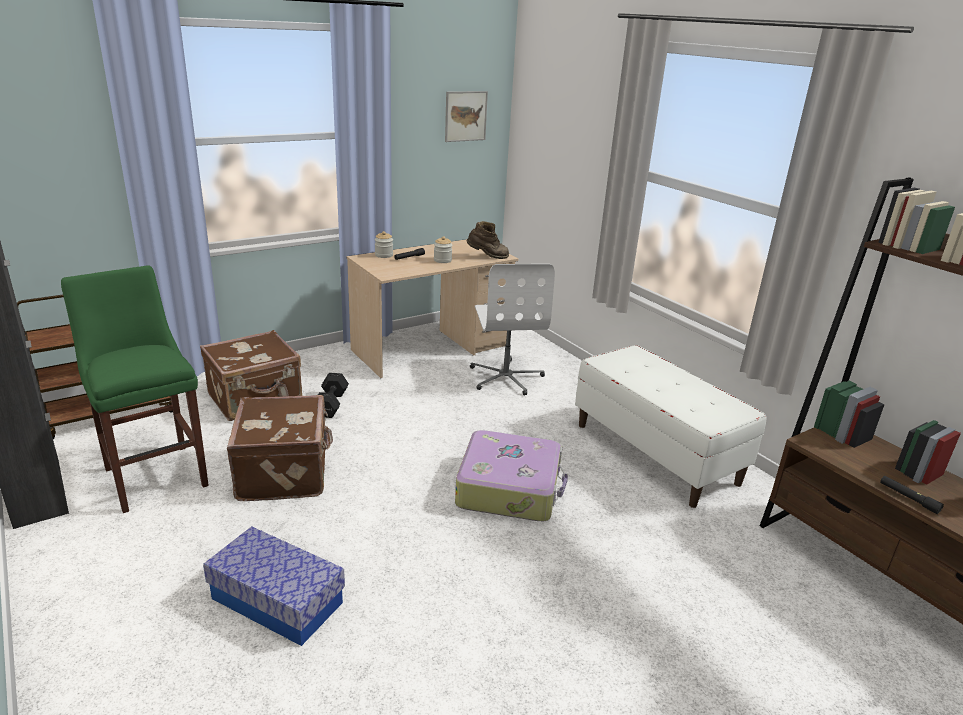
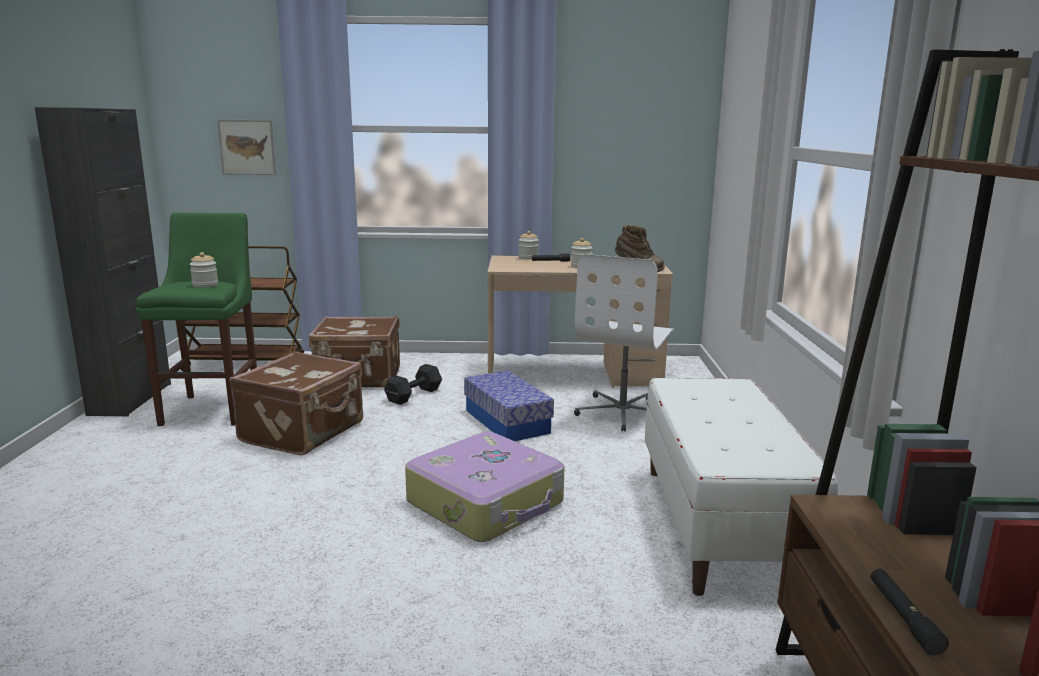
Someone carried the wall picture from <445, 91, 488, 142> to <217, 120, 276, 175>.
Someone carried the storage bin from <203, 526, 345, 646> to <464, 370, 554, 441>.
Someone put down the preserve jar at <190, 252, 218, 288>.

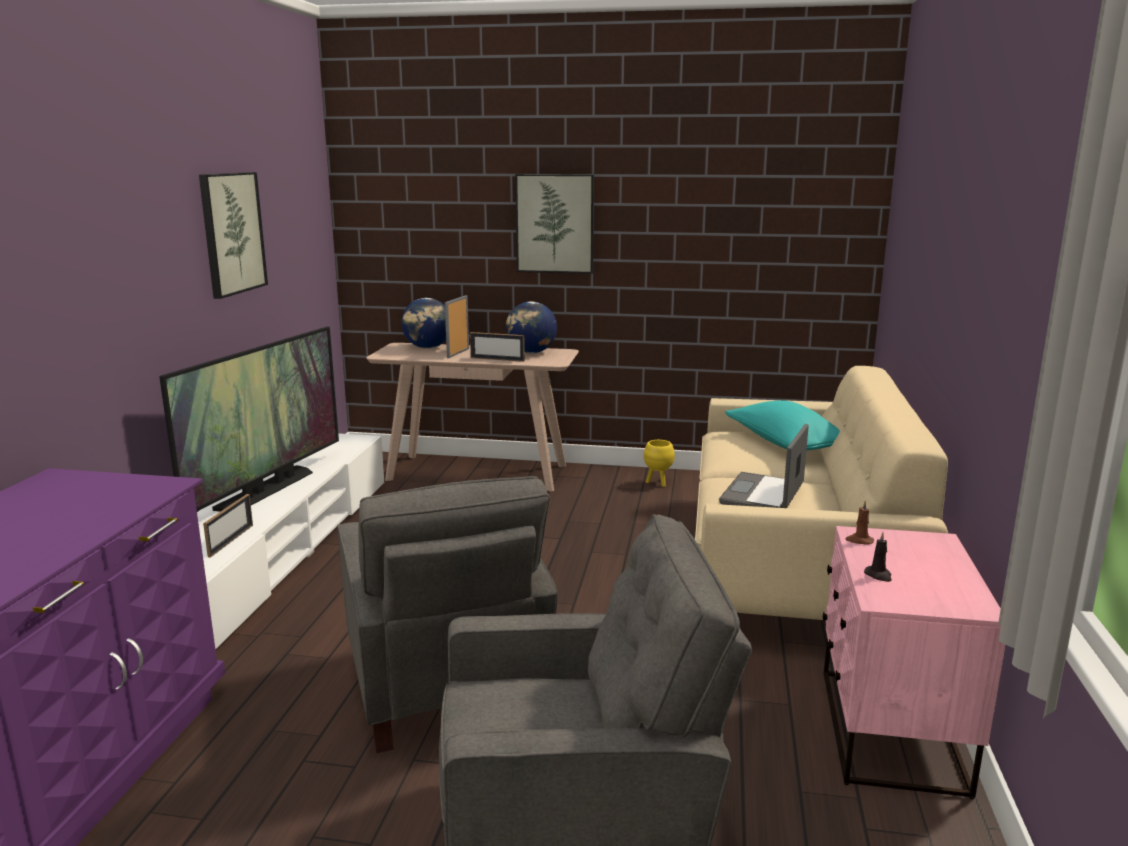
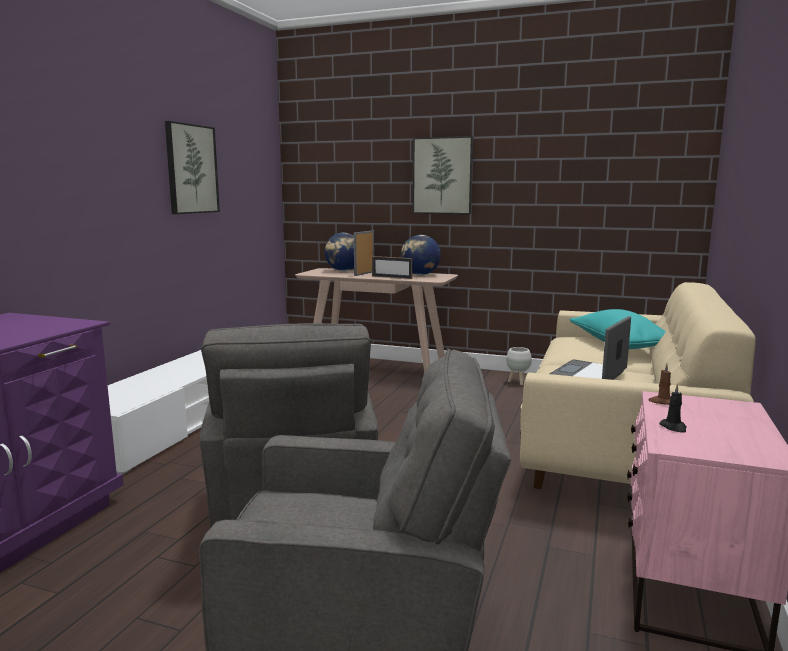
Someone took away the TV at <159, 327, 339, 512>.
Someone repainted the flower pot/yellow at <644, 440, 675, 487>, which became the flower pot/white at <506, 347, 532, 385>.
Someone took away the picture frame at <203, 494, 253, 558>.

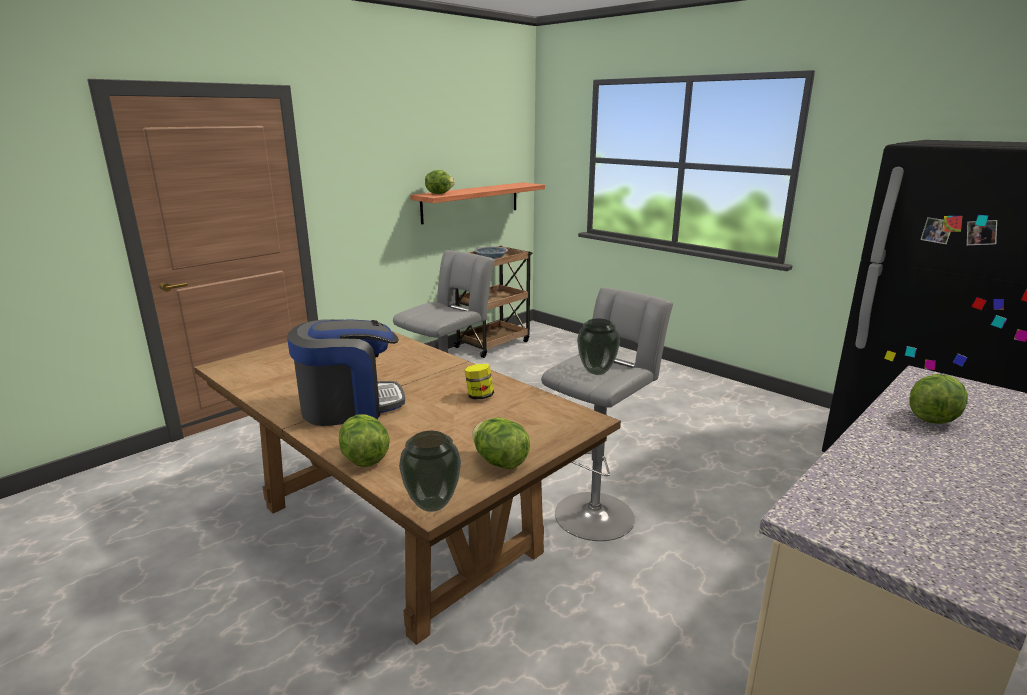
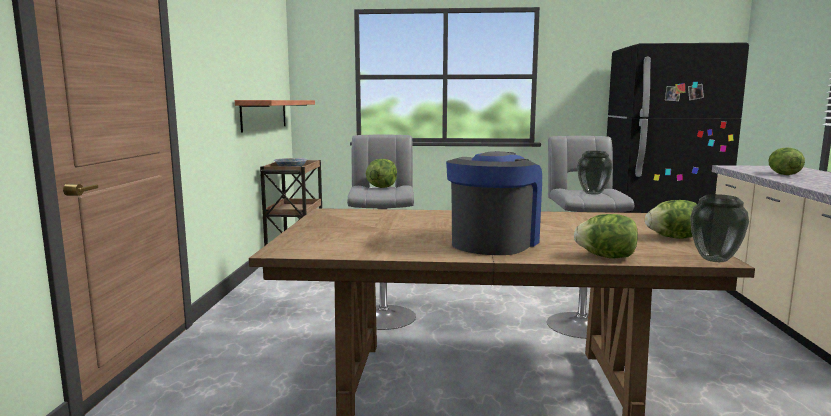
Someone carried the head of lettuce from <425, 170, 455, 194> to <366, 159, 397, 188>.
Someone took away the preserve jar at <464, 364, 494, 400>.

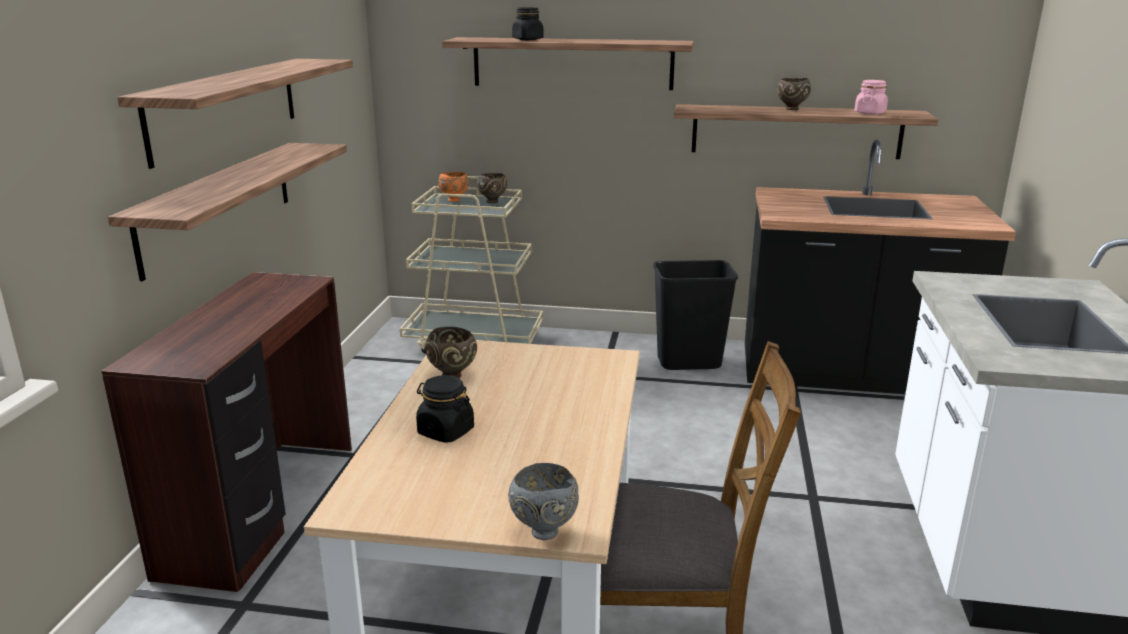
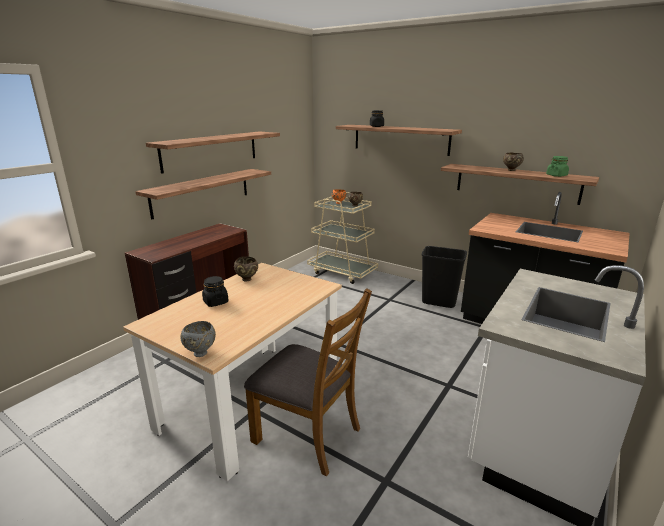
Someone repainted the preserve jar/pink-coloured at <854, 80, 888, 115>, which became the preserve jar/green at <546, 156, 569, 177>.

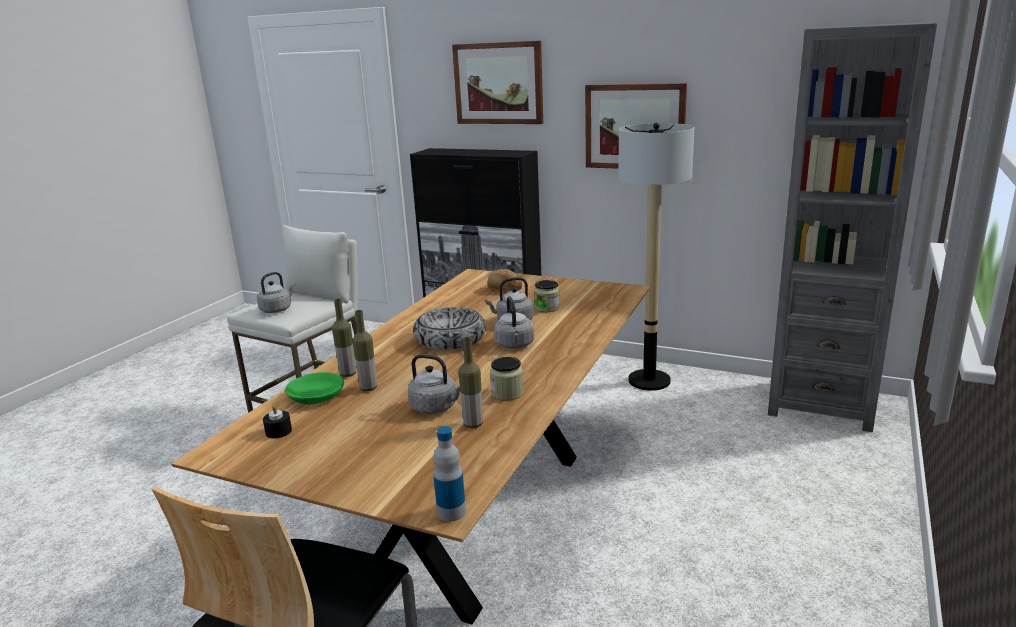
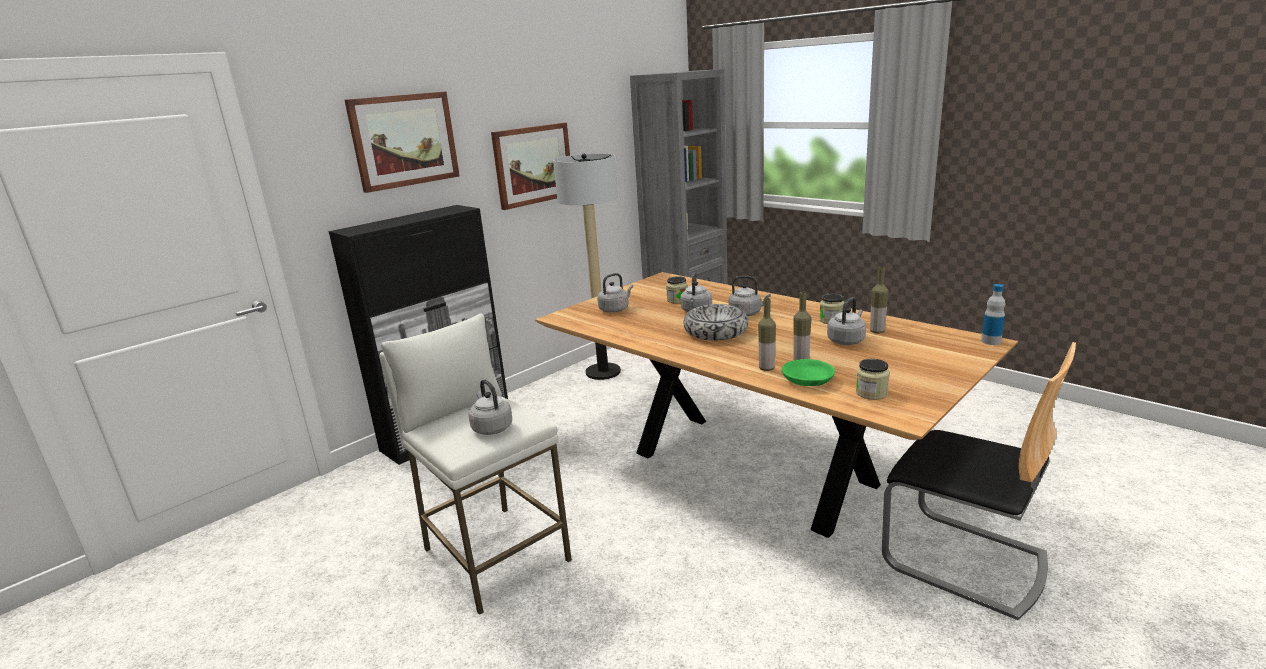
Someone swapped the bread at <487, 269, 522, 291> for the tea kettle/gray at <597, 273, 633, 313>.
Someone swapped the wax candle/blackish at <263, 405, 292, 438> for the preserve jar at <856, 359, 890, 400>.

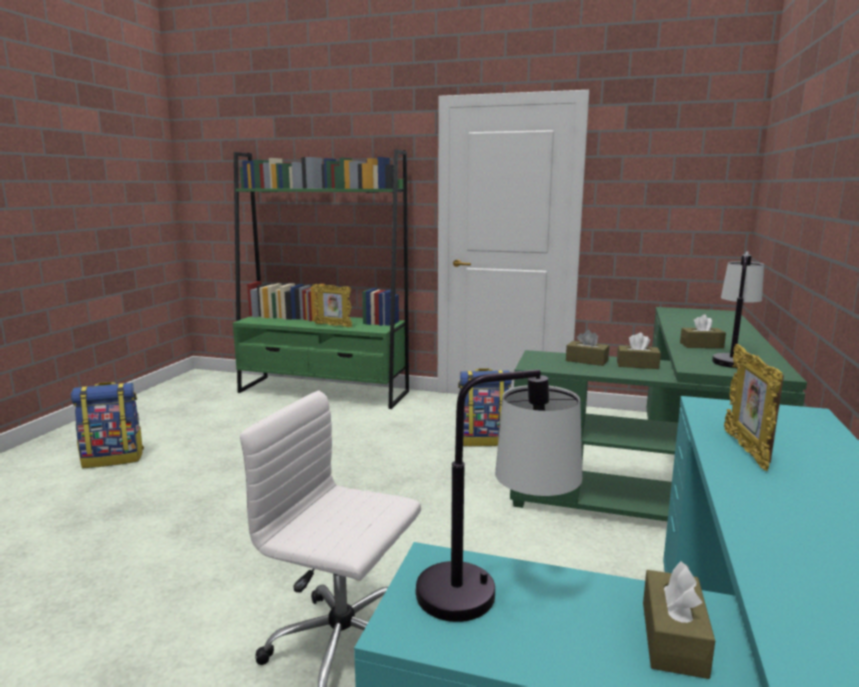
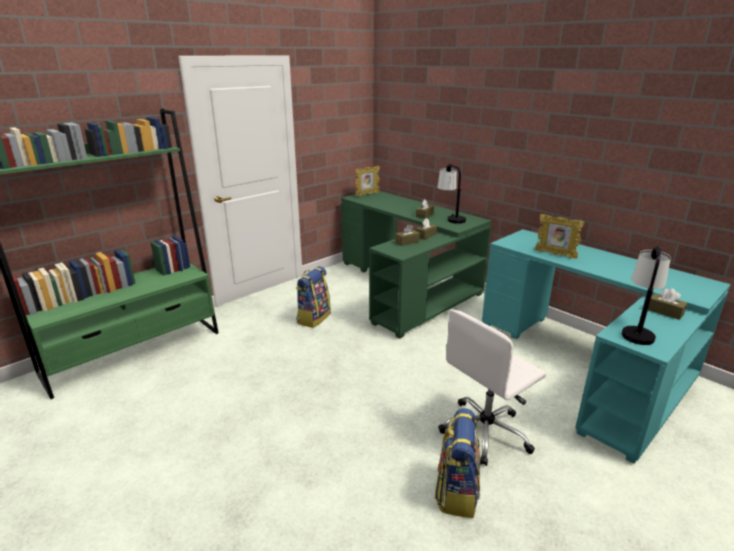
Someone carried the picture frame from <313, 284, 352, 327> to <355, 166, 380, 197>.
Someone carried the knapsack from <71, 382, 144, 468> to <435, 408, 480, 518>.

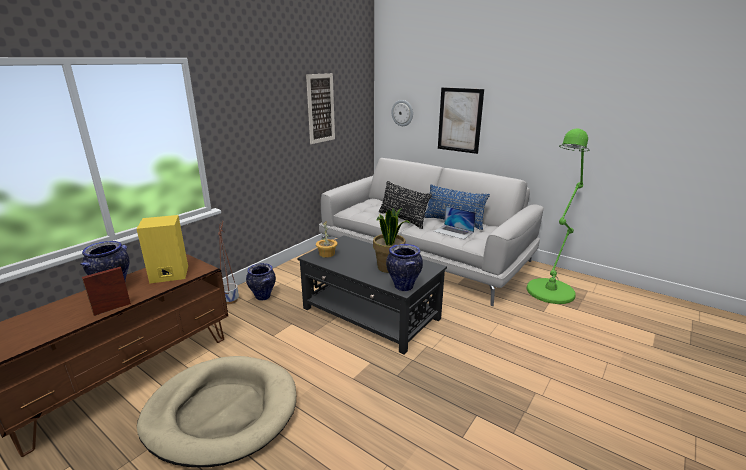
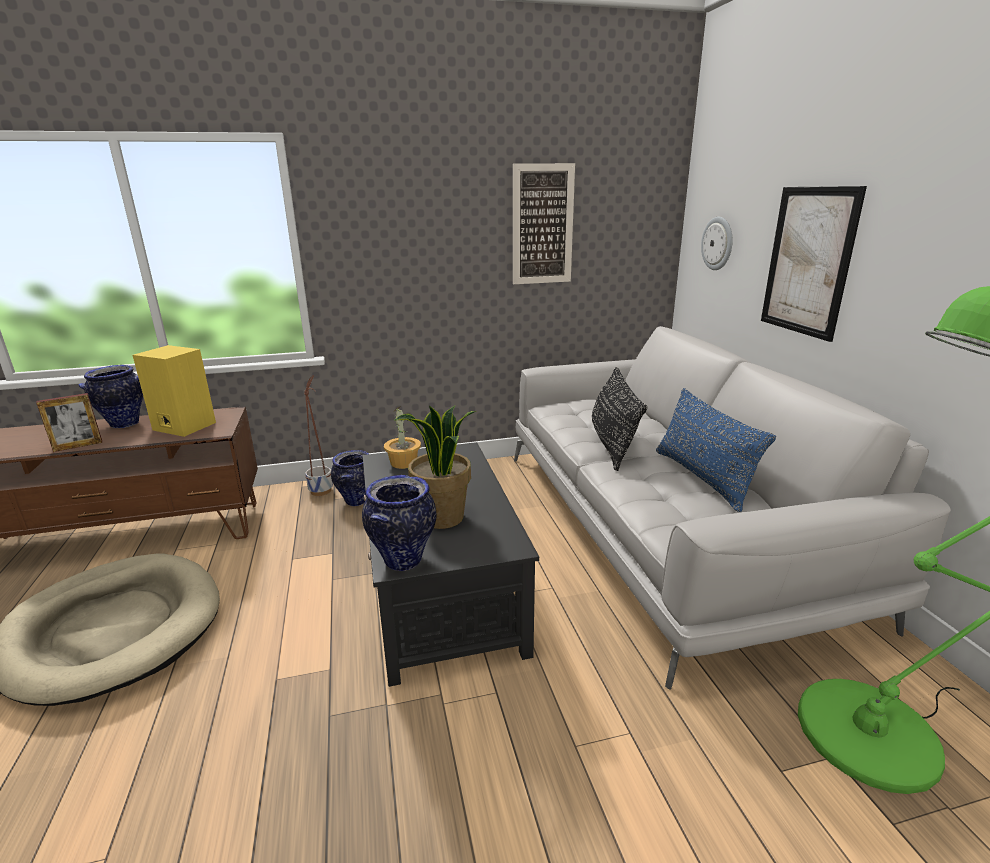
Someone took away the portable computer at <434, 206, 476, 239>.
Someone rotated the picture frame at <82, 267, 131, 316> by 150 degrees clockwise.

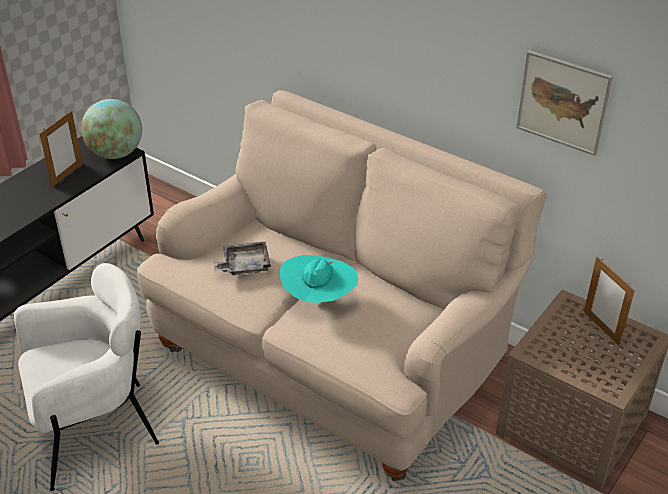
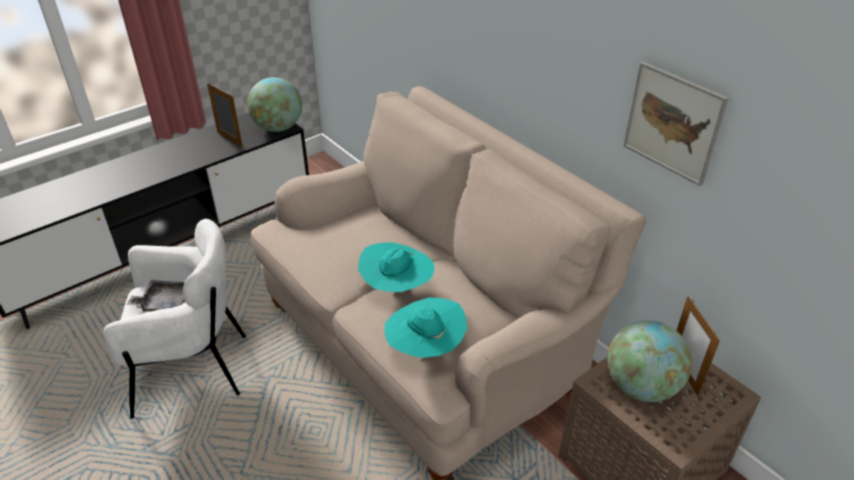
Someone rotated the picture frame at <40, 111, 82, 187> by 90 degrees counterclockwise.
Someone carried the tray/gray from <214, 242, 271, 275> to <126, 280, 185, 312>.
Someone put down the clothing hat/blue-green at <384, 298, 467, 358>.
Someone put down the desk globe at <608, 320, 692, 402>.

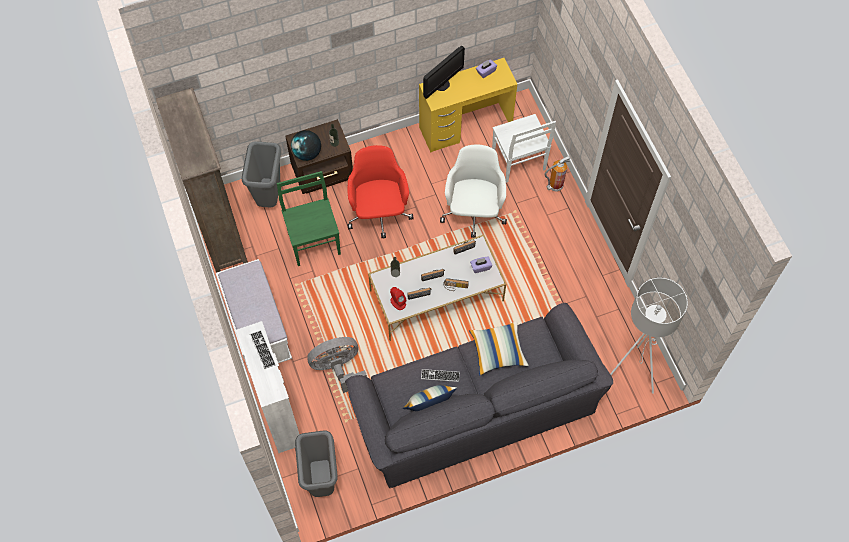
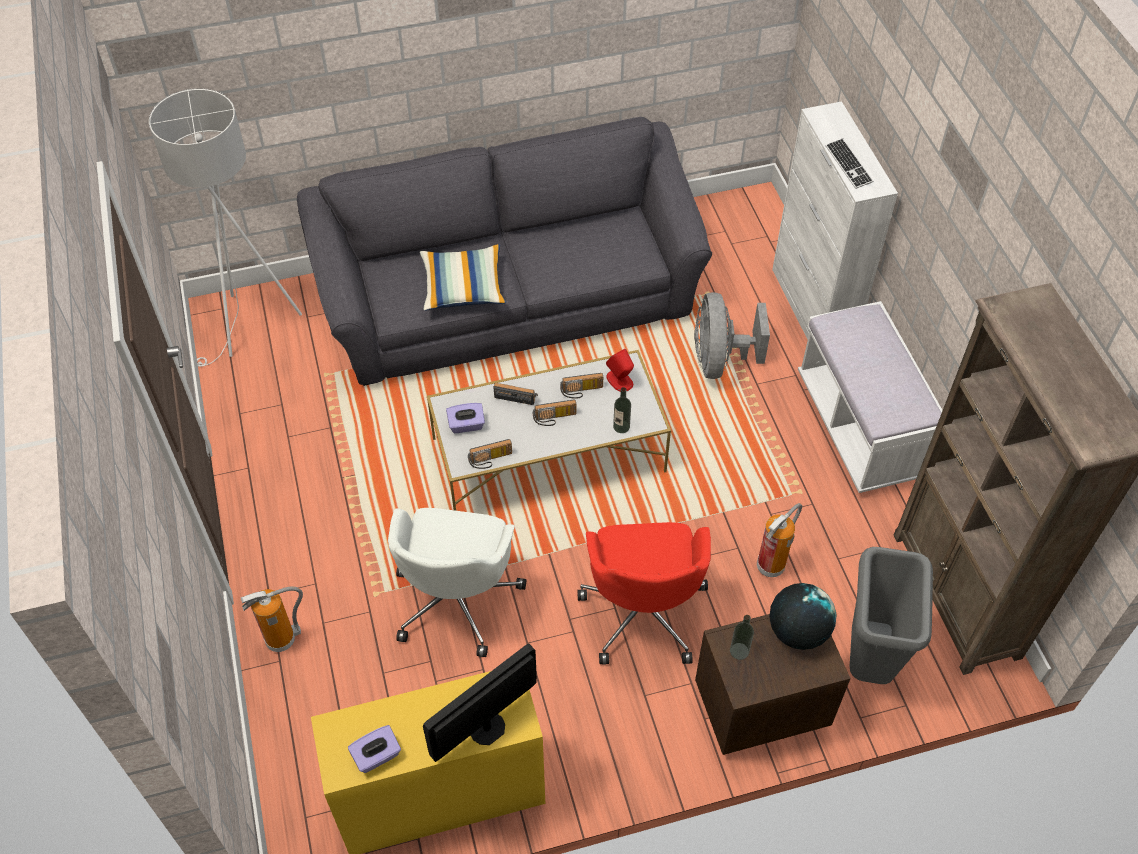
Someone took away the upright chair/white at <492, 114, 556, 183>.
Someone swapped the upright chair/green at <277, 171, 341, 266> for the extinguisher at <757, 503, 802, 577>.
Someone rotated the electric fan/gray at <307, 337, 367, 393> by 105 degrees clockwise.
Someone took away the keyboard at <421, 369, 460, 382>.
Someone took away the cushion at <403, 385, 457, 411>.
Someone took away the trash can/gray at <295, 431, 338, 497>.

